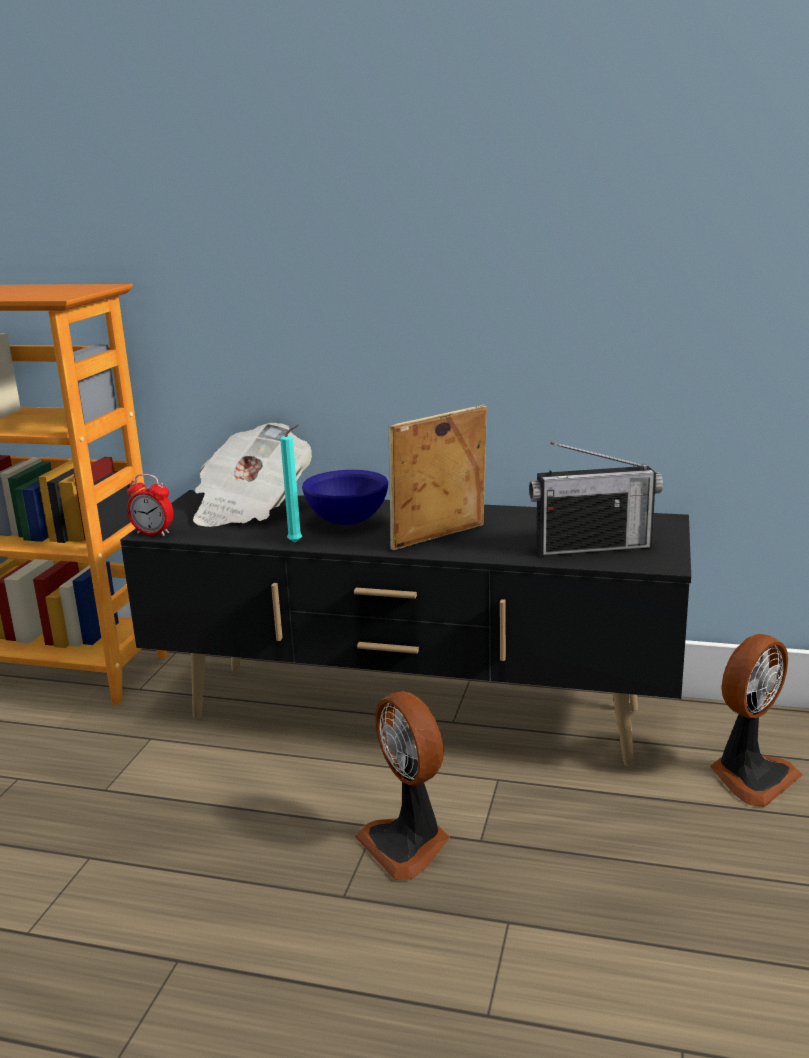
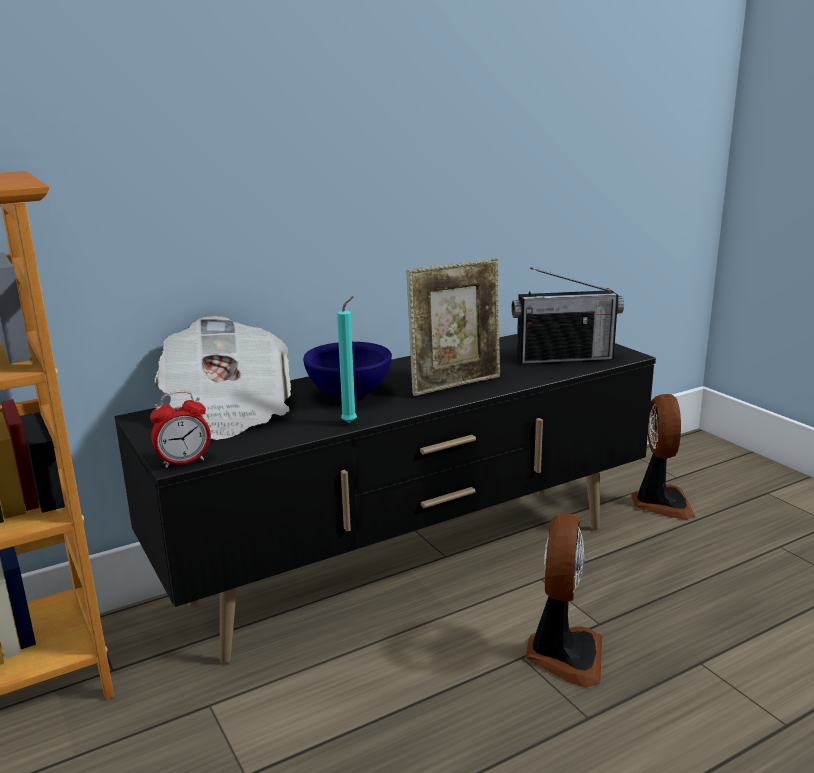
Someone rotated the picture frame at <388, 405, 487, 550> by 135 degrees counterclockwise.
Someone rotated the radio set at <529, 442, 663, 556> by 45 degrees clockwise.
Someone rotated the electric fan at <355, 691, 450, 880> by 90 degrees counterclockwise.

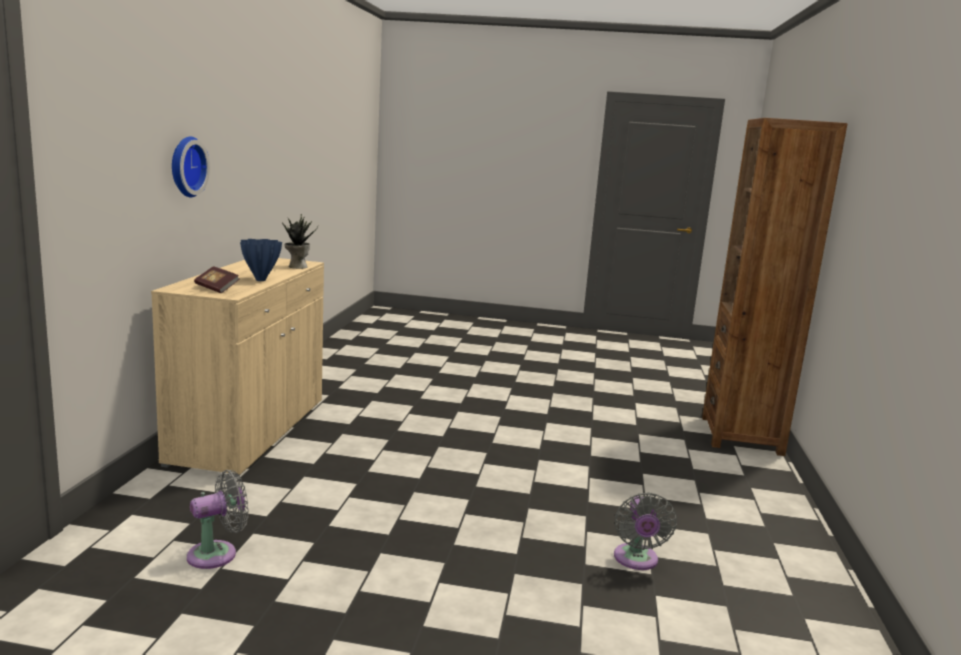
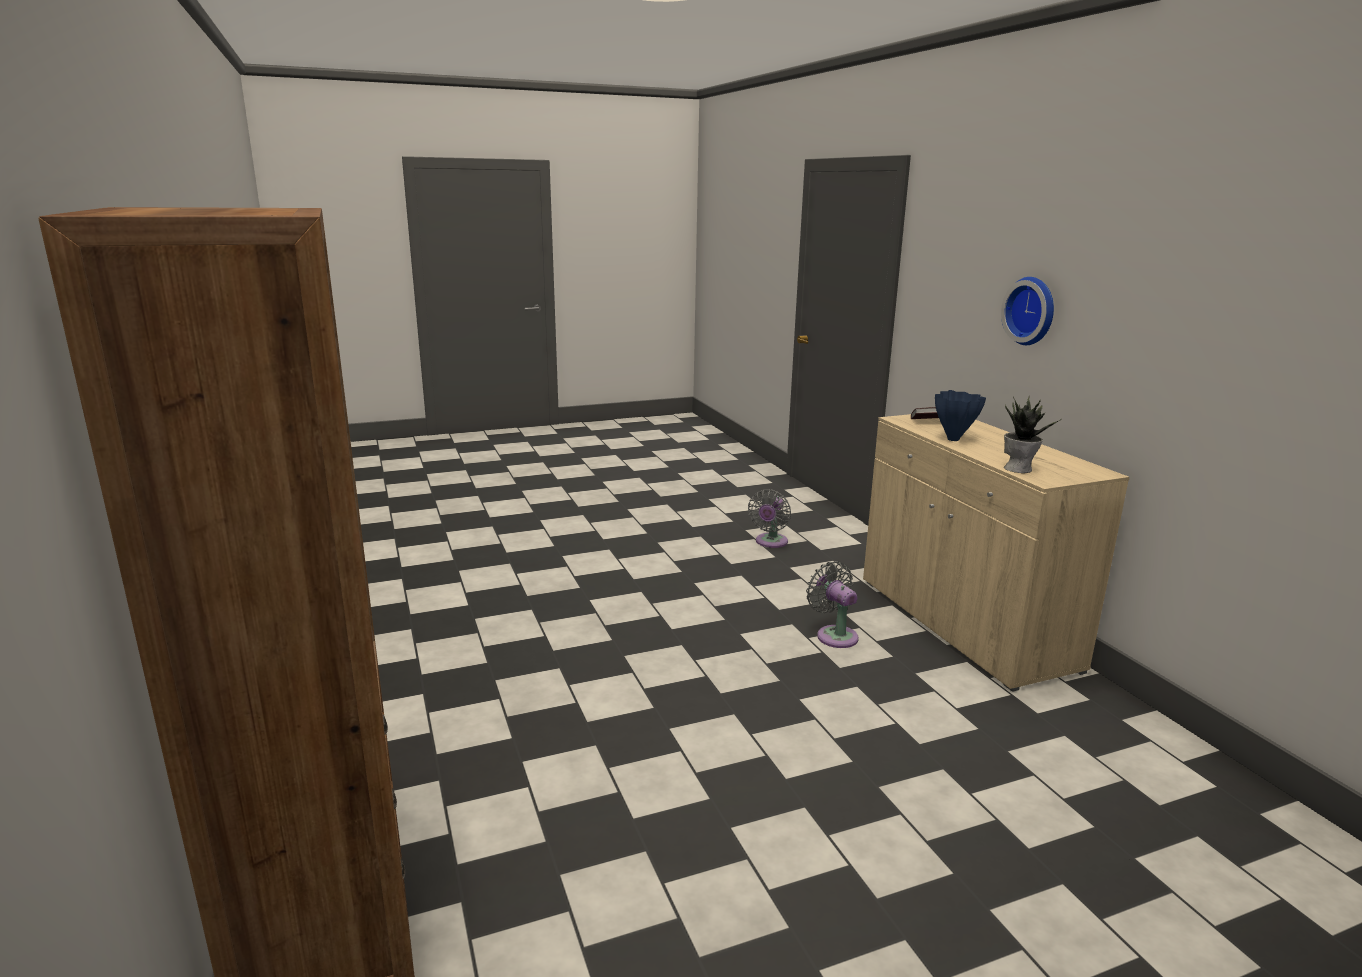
Someone carried the electric fan/gray from <614, 492, 677, 570> to <806, 561, 859, 648>.

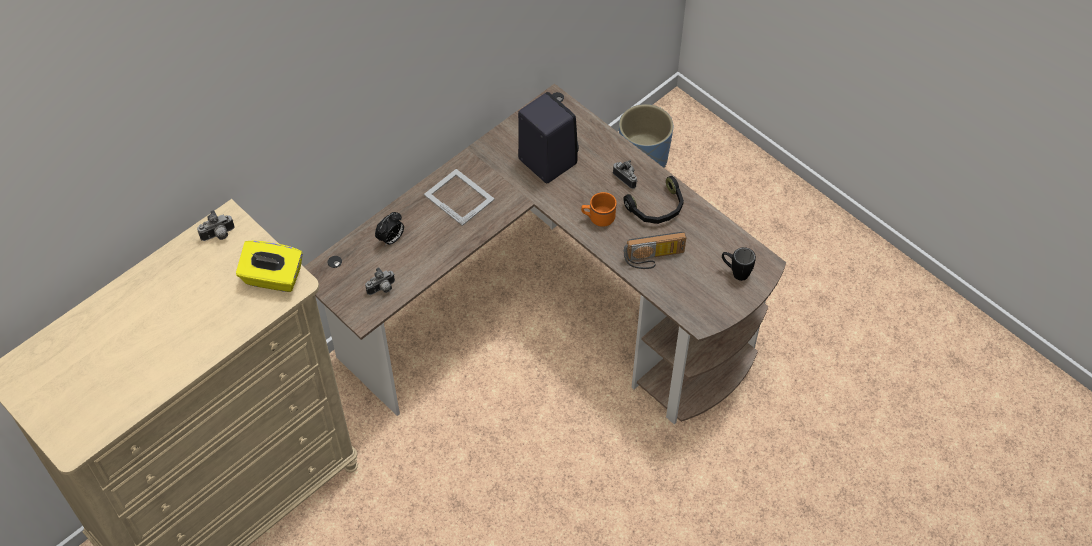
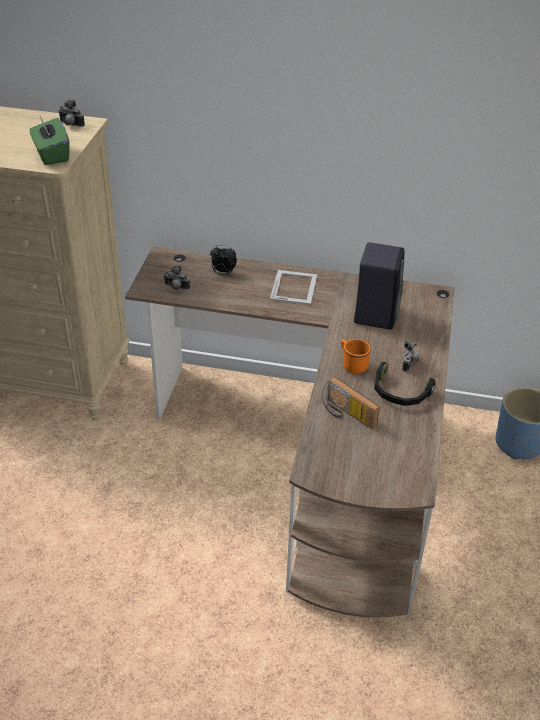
Someone repainted the tissue holder/yellow at <236, 240, 303, 292>, which became the tissue holder/green at <29, 116, 70, 165>.
Someone took away the coffee mug/blackish at <722, 247, 756, 281>.

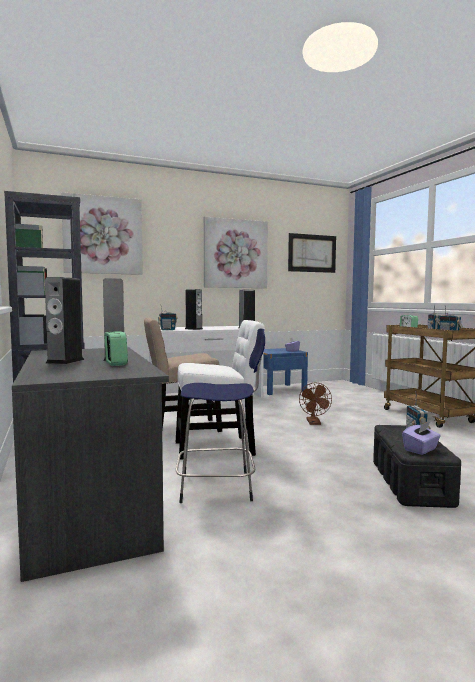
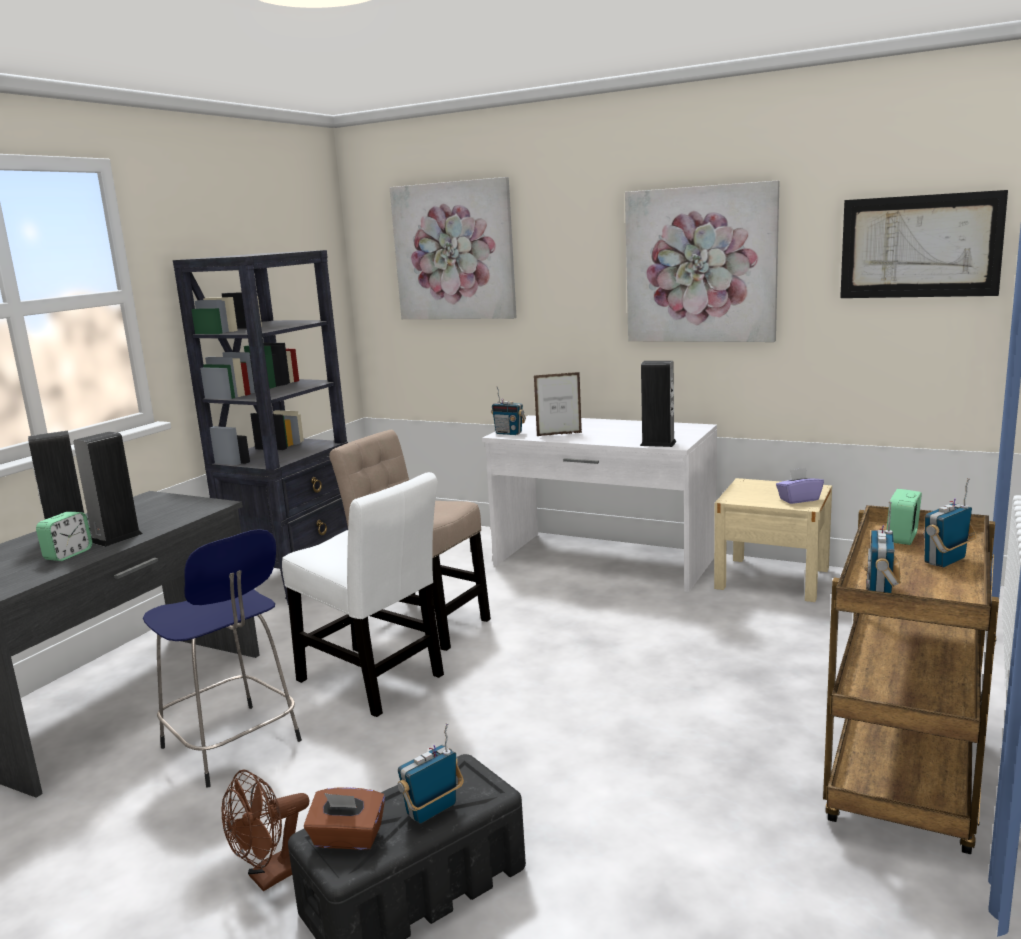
Someone swapped the speaker at <185, 289, 203, 330> for the picture frame at <534, 372, 582, 436>.
Someone repainted the bedside table/blue-coloured at <263, 348, 308, 395>, which became the bedside table/beige at <714, 478, 832, 602>.
Someone carried the electric fan/brown from <299, 382, 332, 425> to <221, 770, 309, 891>.
Someone repainted the tissue holder/purple-coloured at <402, 422, 441, 455>, which became the tissue holder/brown at <304, 787, 385, 850>.

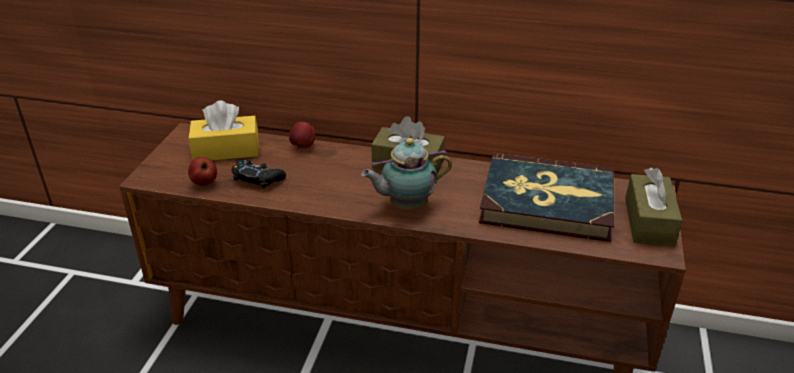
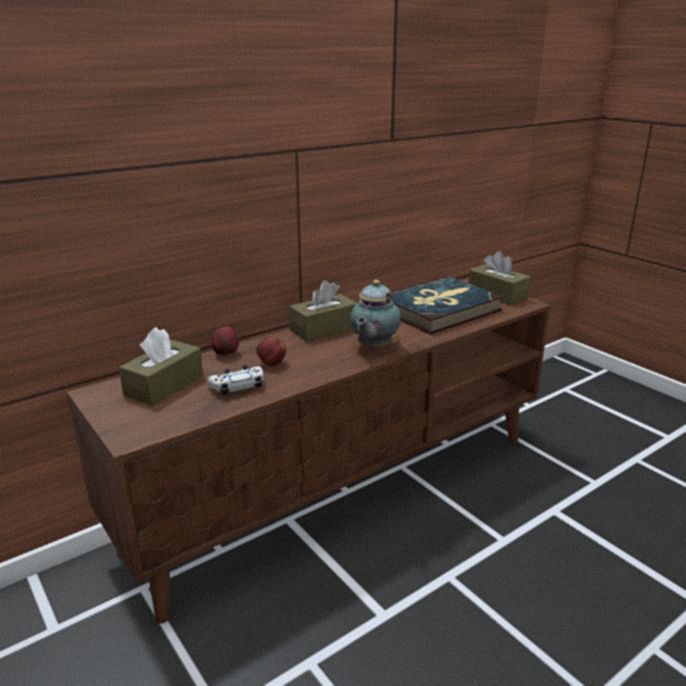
Someone repainted the tissue holder/yellow at <188, 100, 259, 160>, which became the tissue holder/brown at <119, 327, 203, 406>.
Someone carried the apple from <188, 157, 217, 186> to <256, 337, 286, 366>.
Someone repainted the joypad/blackish at <232, 159, 286, 189>, which became the joypad/white at <207, 365, 263, 395>.

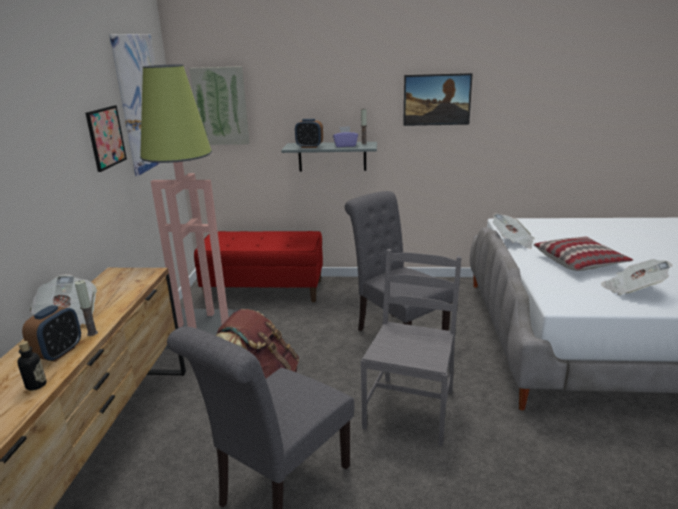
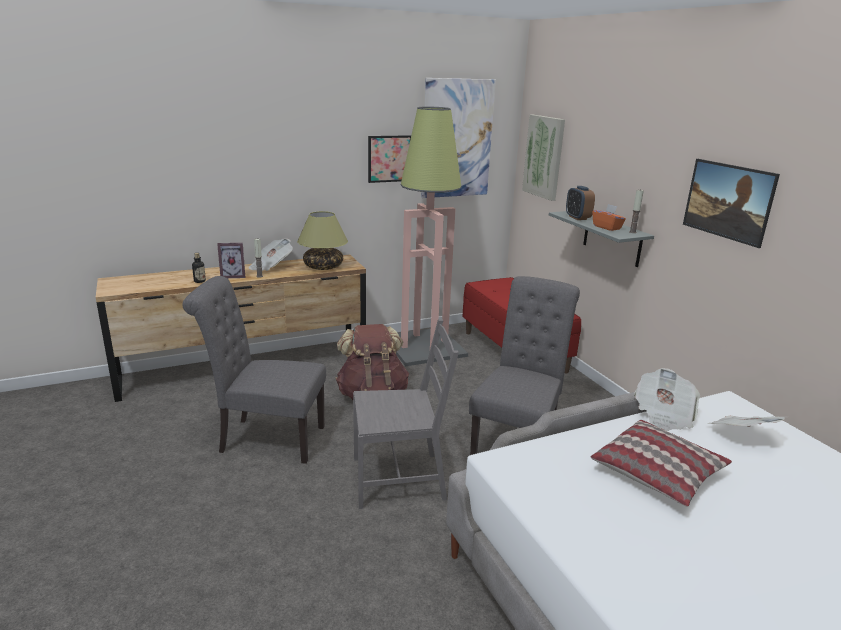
Someone repainted the tissue holder/purple-coloured at <333, 126, 358, 147>, which became the tissue holder/orange-coloured at <592, 204, 626, 231>.
Someone carried the daily paper from <601, 259, 672, 295> to <712, 416, 785, 427>.
Someone swapped the bedside clock at <22, 305, 81, 362> for the picture frame at <217, 243, 245, 278>.
Someone put down the table lamp at <297, 211, 348, 270>.

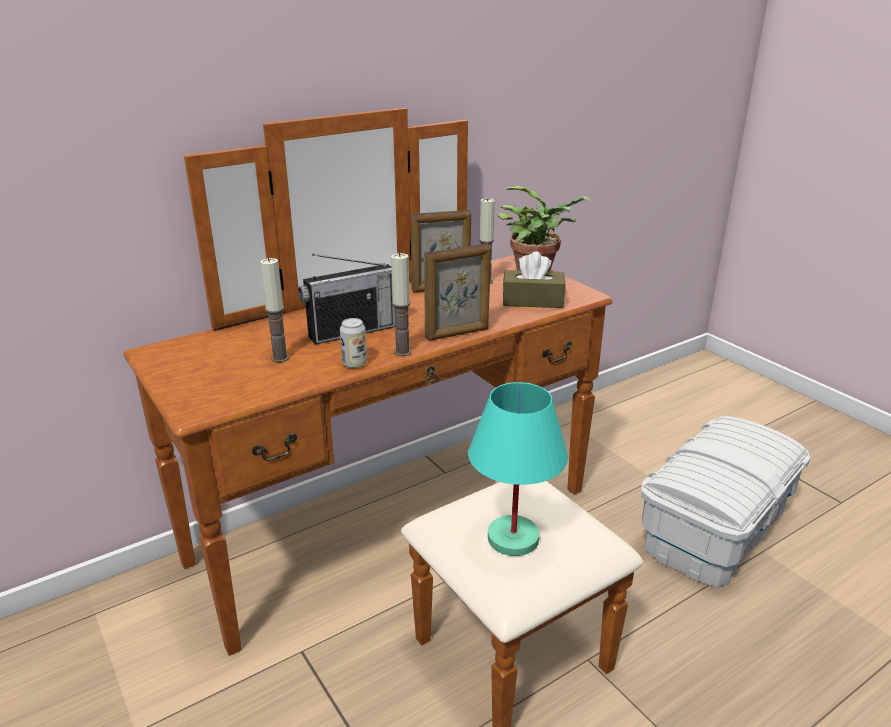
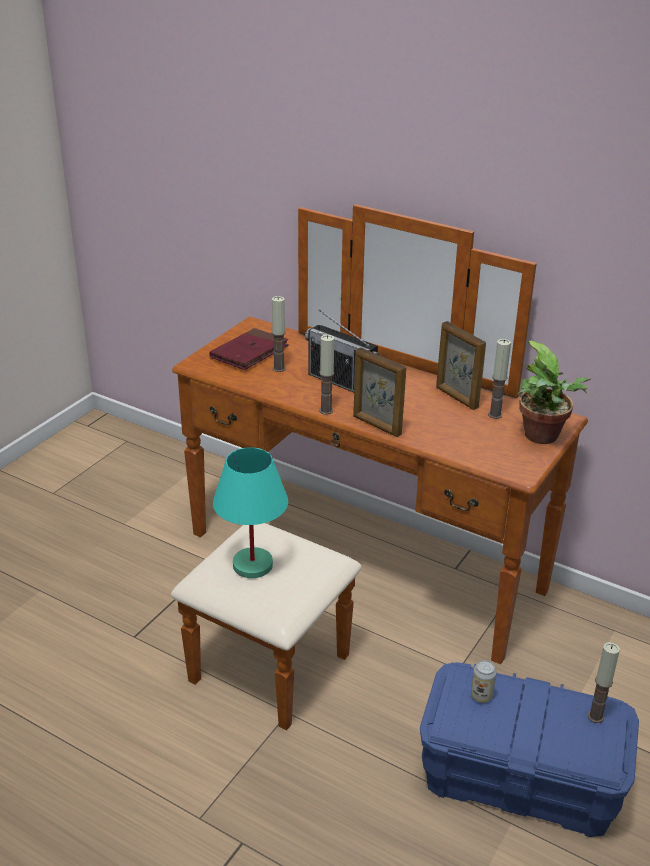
Someone took away the tissue holder/brown at <503, 251, 565, 308>.
Someone carried the sealed can from <340, 318, 367, 368> to <471, 660, 497, 703>.
Someone repainted the storage bin/white at <641, 416, 810, 588>, which became the storage bin/blue-coloured at <420, 662, 639, 837>.
Someone put down the volume/reddish at <209, 328, 289, 370>.
Someone put down the wax candle at <587, 642, 620, 723>.

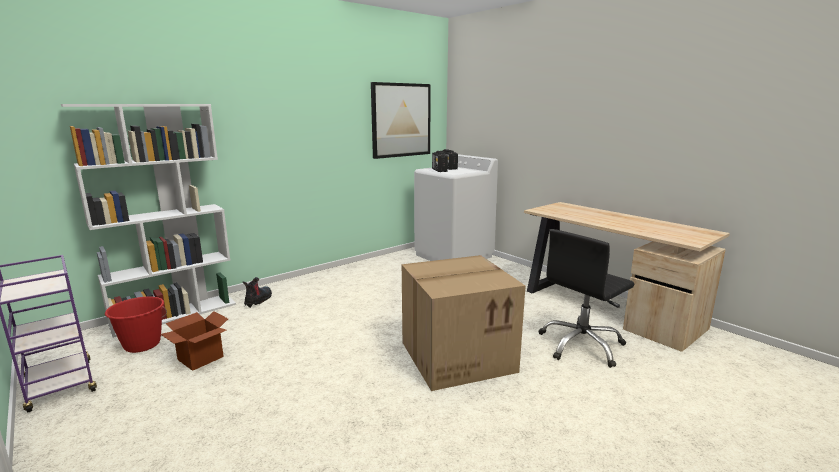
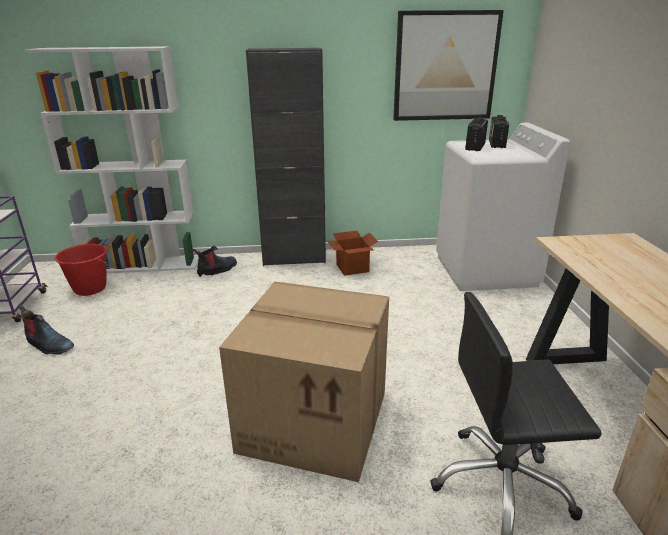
Someone carried the cardboard box from <160, 311, 228, 371> to <328, 231, 378, 276>.
Someone put down the cabinet/blackish at <246, 48, 326, 266>.
Someone put down the tall boot at <18, 303, 74, 355>.

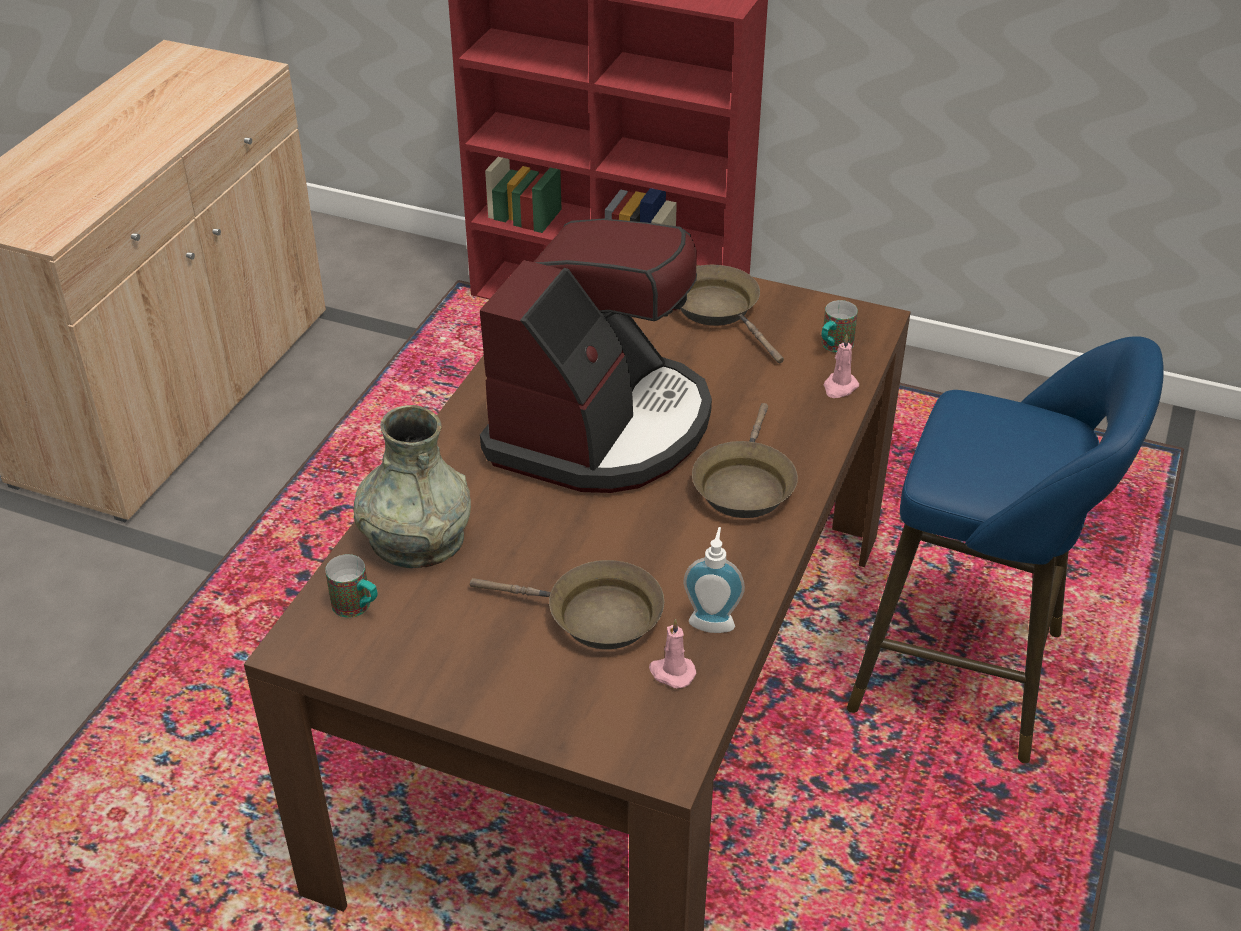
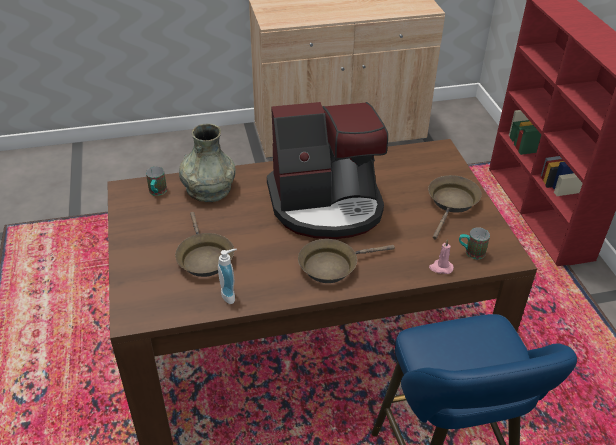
Someone took away the wax candle/pink-coloured at <649, 619, 697, 688>.

